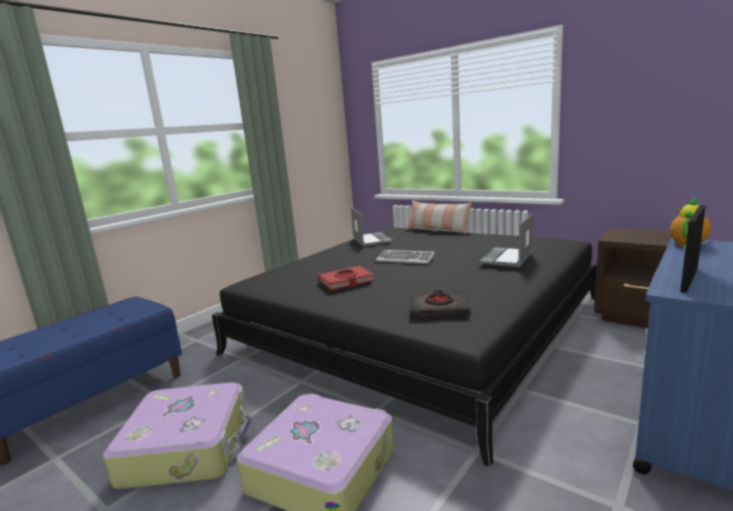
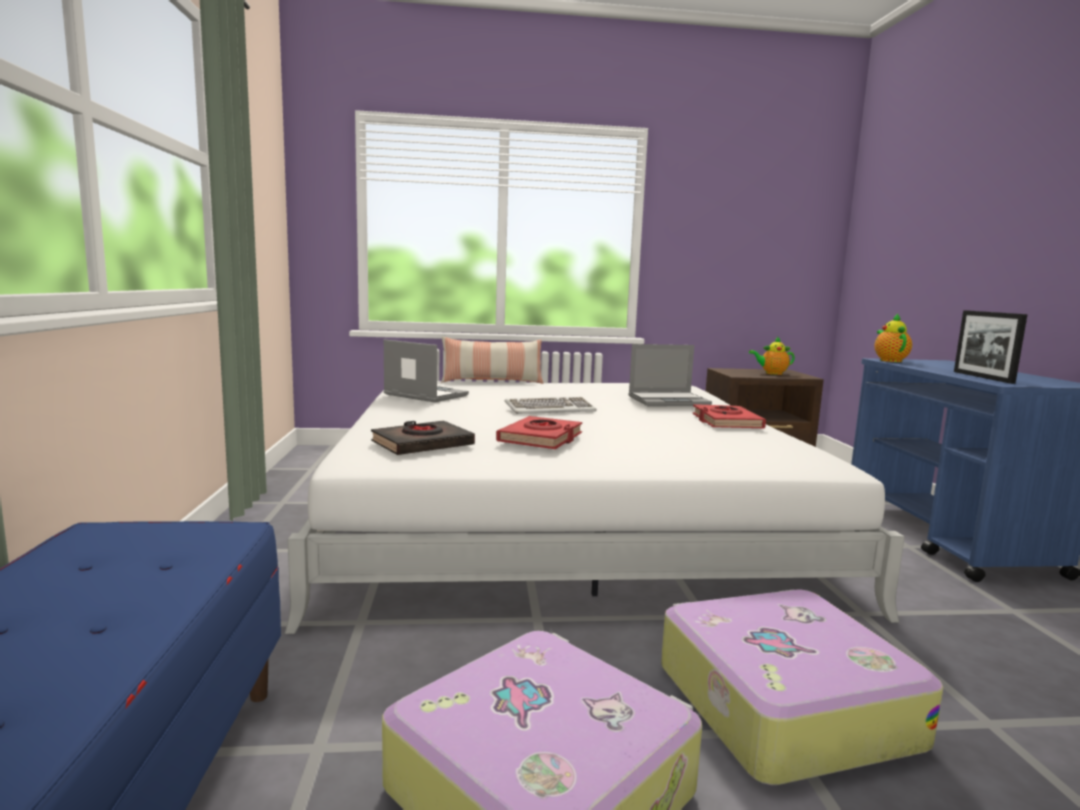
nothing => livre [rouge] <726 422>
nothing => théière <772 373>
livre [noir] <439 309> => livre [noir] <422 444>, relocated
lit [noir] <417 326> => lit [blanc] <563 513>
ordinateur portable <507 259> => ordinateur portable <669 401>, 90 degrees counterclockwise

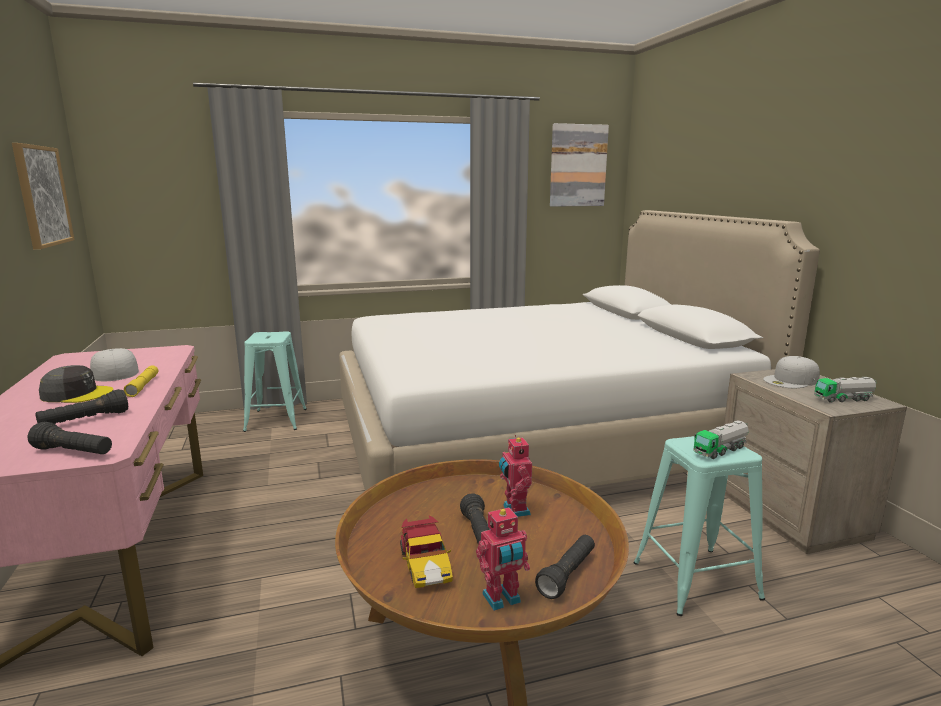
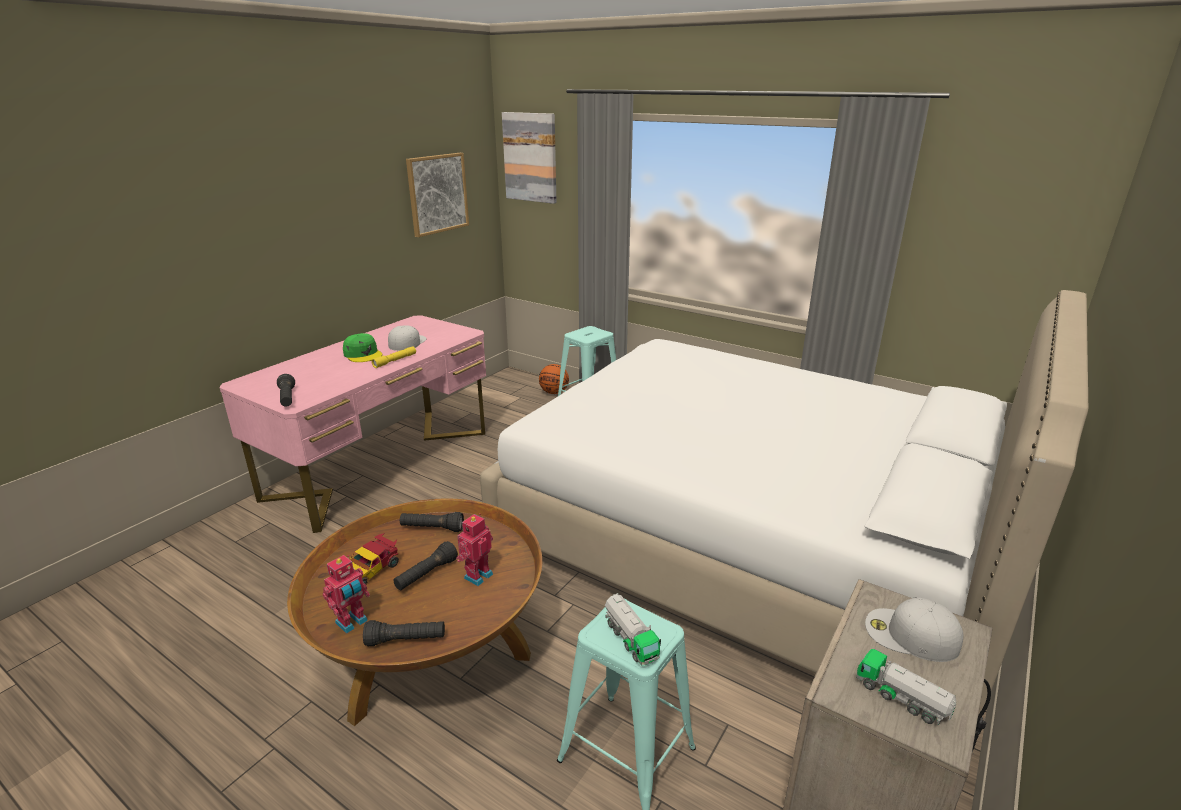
nothing => ballon de basket <554 392>
lampe de poche [noir] <85 420> => lampe de poche [noir] <432 528>, relocated
tableau <577 166> => tableau <530 157>, relocated
casquette [gris] <77 394> => casquette [vert] <363 354>
robot jouet <502 599> => robot jouet <352 622>, 75 degrees counterclockwise
camion jouet <720 450> => camion jouet <630 639>, 135 degrees counterclockwise

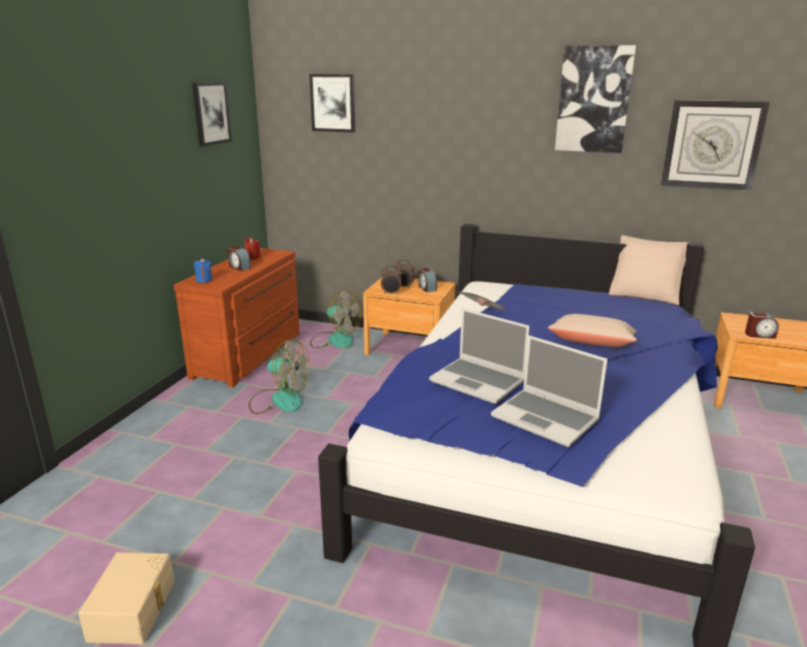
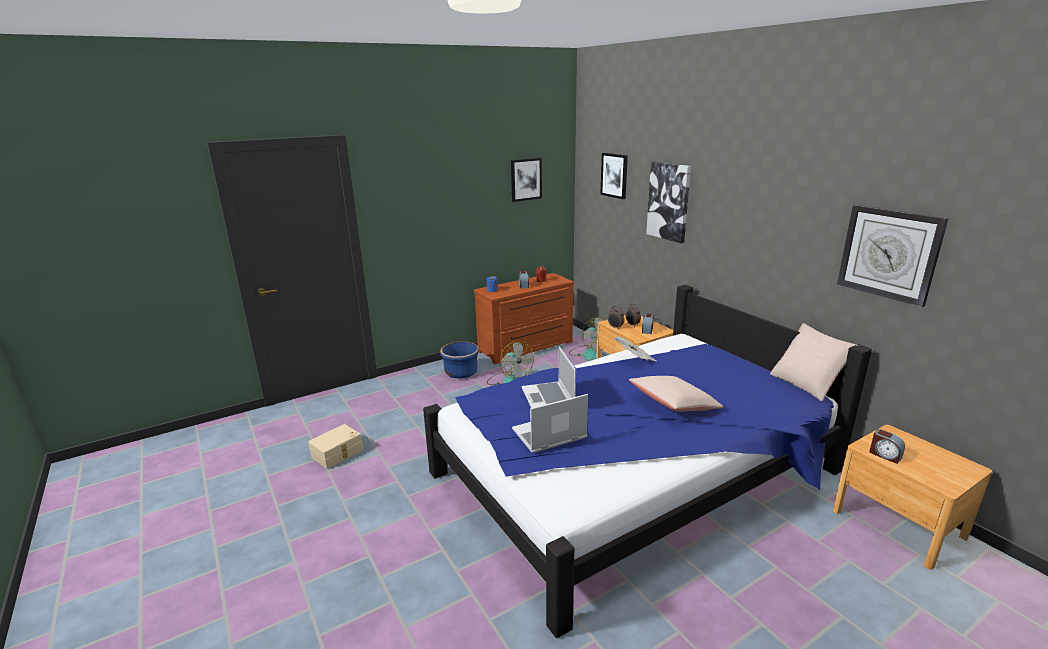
nothing => cache-pot [bleu] <461 372>
tableau <593 99> => tableau <669 201>, relocated
ordinateur portable <547 419> => ordinateur portable <549 435>, 75 degrees clockwise

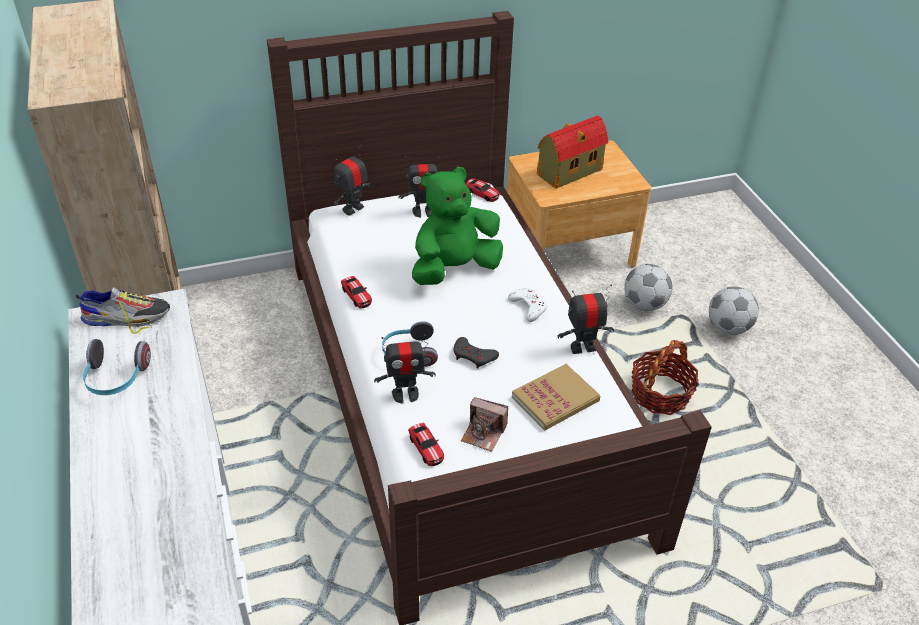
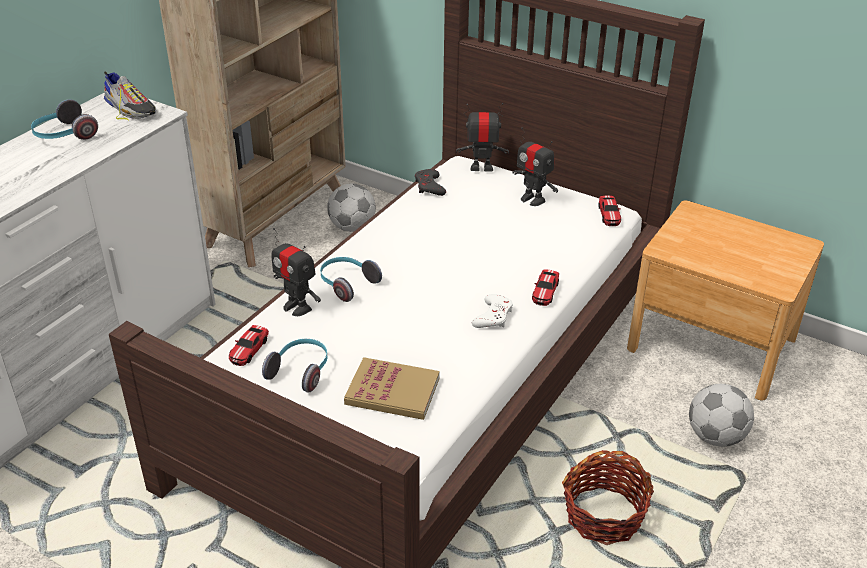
peluche [vert] <454 269> => nothing
maison miniature <568 172> => nothing
robot jouet <582 347> => nothing
petite voiture <356 295> => petite voiture <545 291>, relocated
manette [gris] <473 356> => manette [gris] <429 186>, relocated
ballon de foot <728 328> => ballon de foot <352 227>, relocated
appareil photo <483 433> => casque audio <300 371>

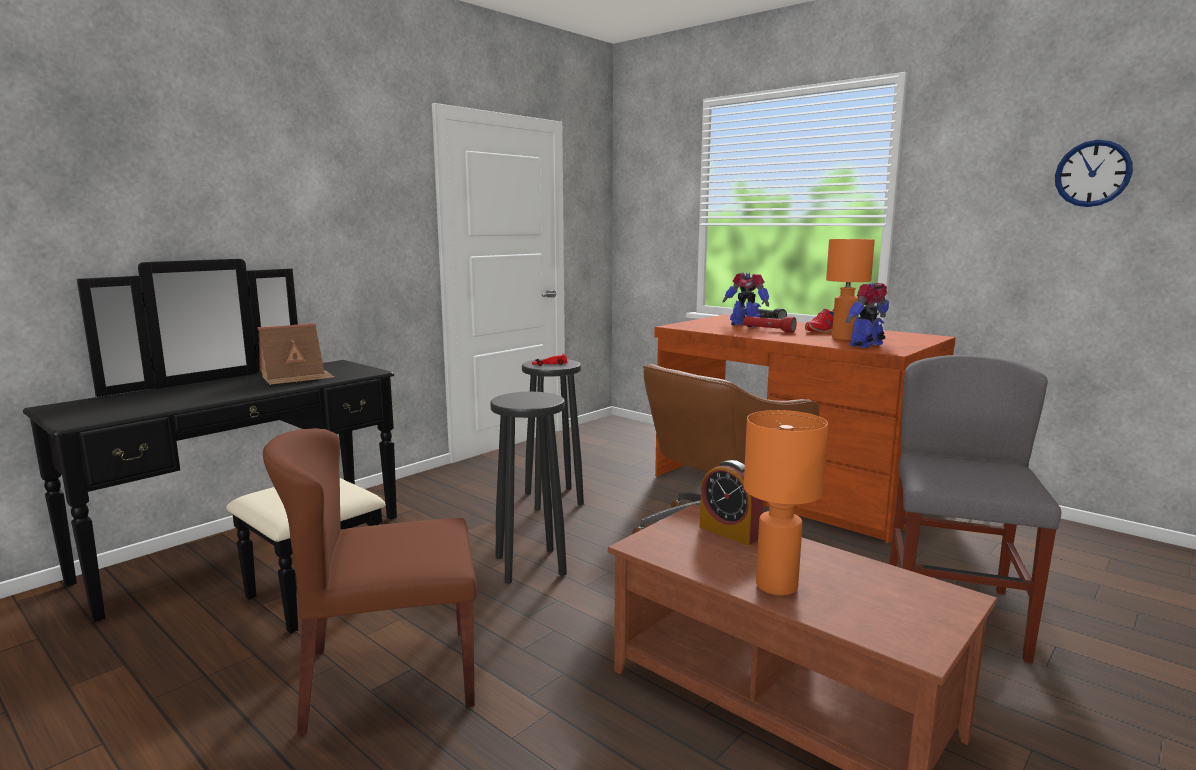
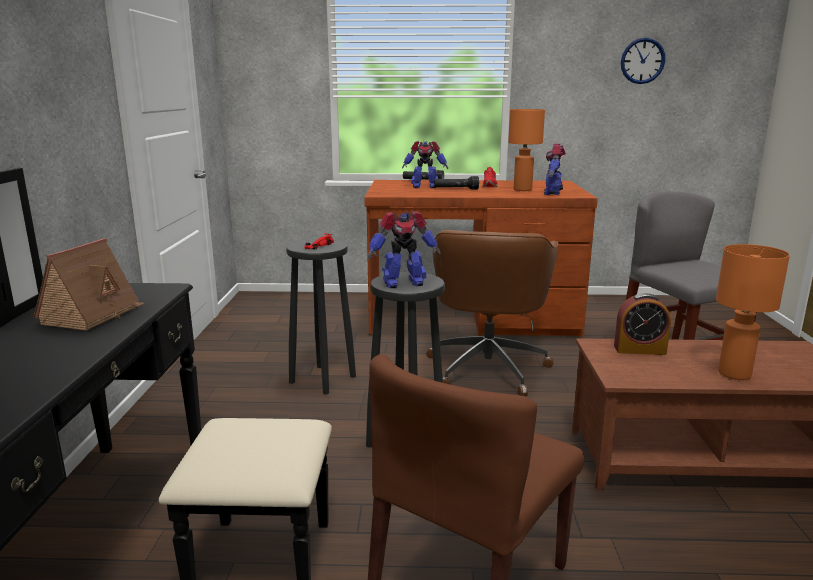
nothing => robot jouet <402 283>
lampe de poche [rouge] <768 330> => lampe de poche [noir] <456 189>

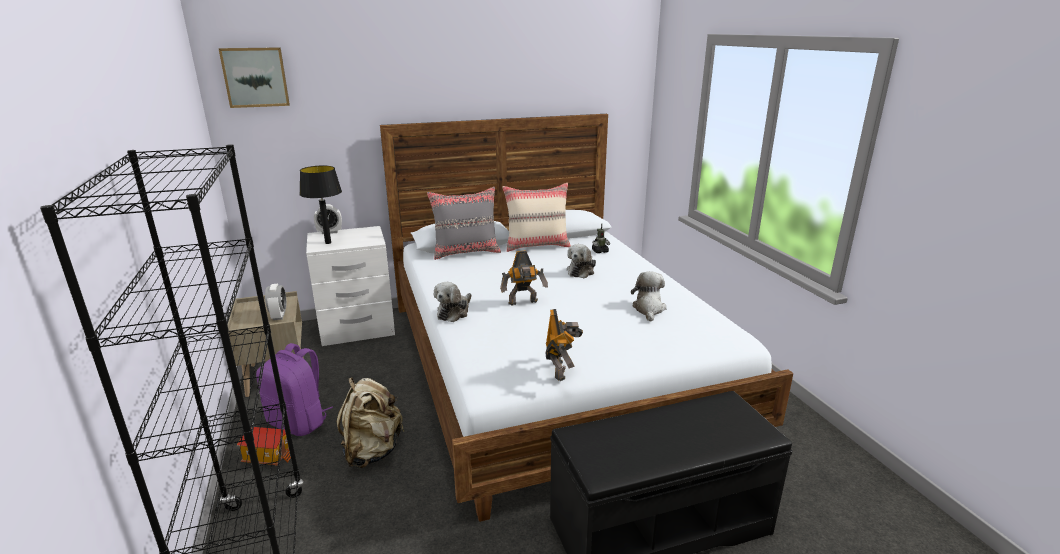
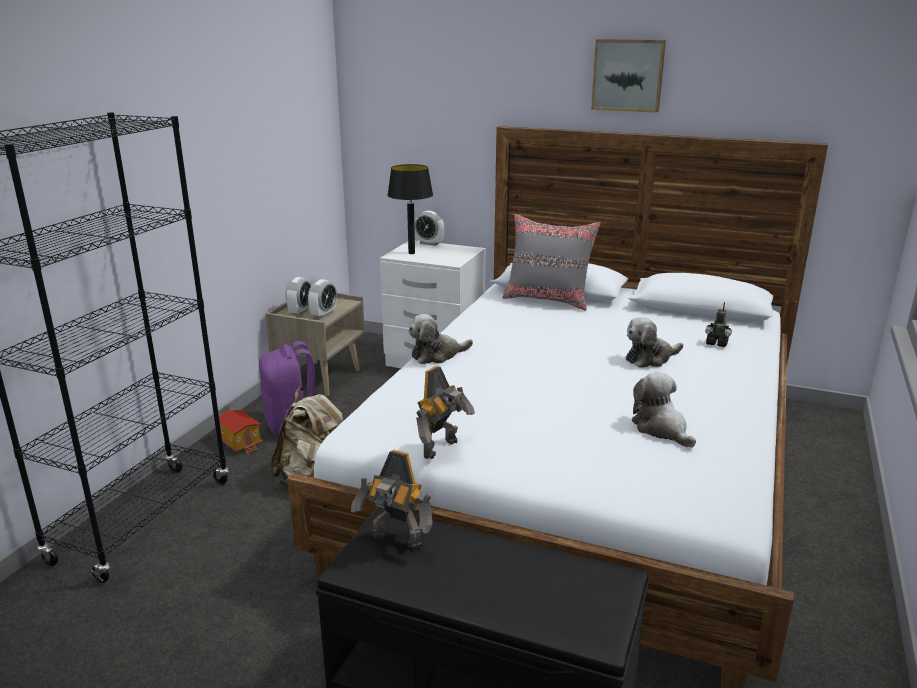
coussin [beige] <537 246> => nothing
nothing => réveil <300 312>
tableau <255 77> => tableau <628 75>, relocated
robot jouet <523 303> => robot jouet <396 541>, relocated
peluche <648 309> => peluche <661 429>, 75 degrees counterclockwise

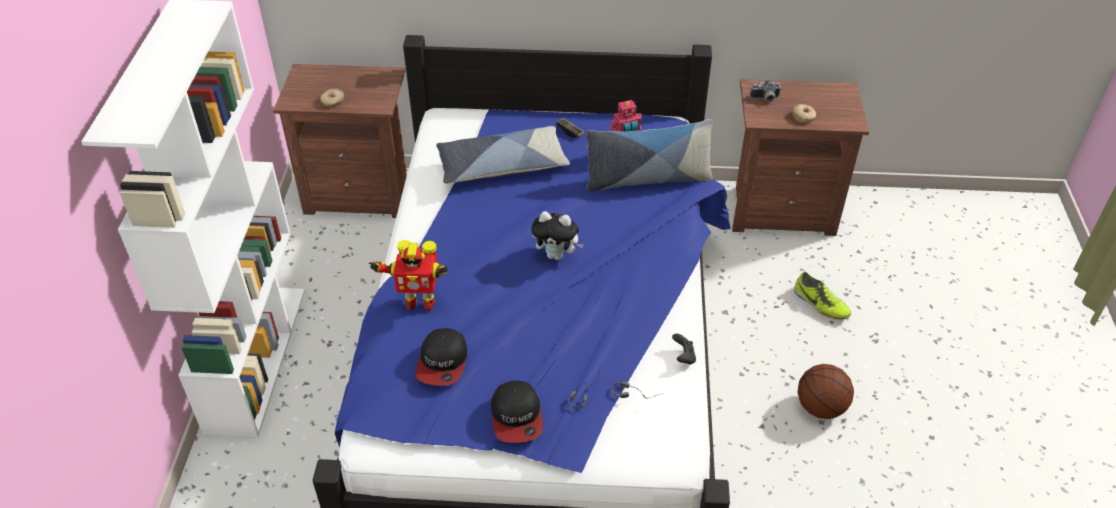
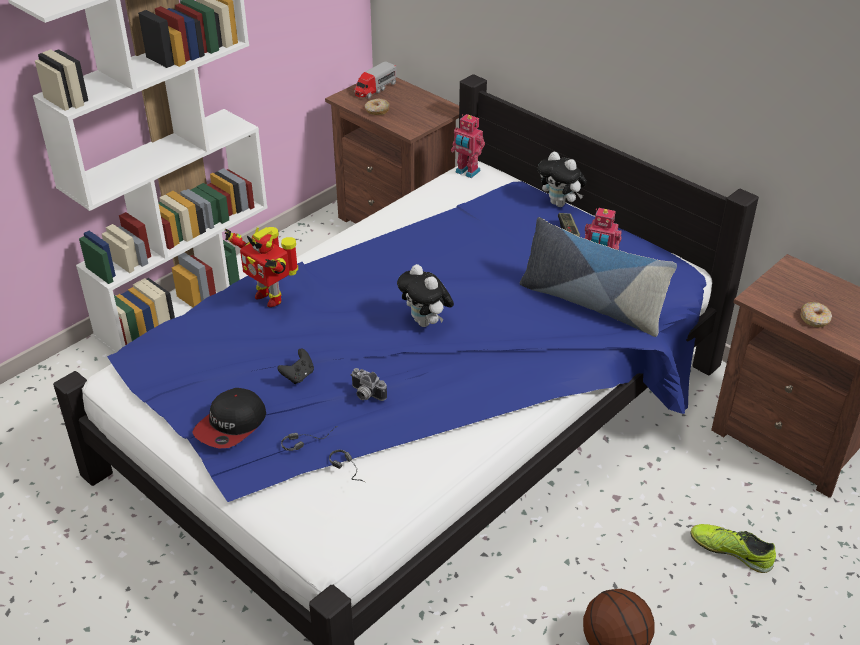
casquette <442 362> => nothing
coussin <502 165> => nothing
nothing => camion jouet <375 89>
nothing => robot jouet <467 172>
nothing => peluche <560 204>
manette [noir] <683 357> => manette [noir] <298 376>, relocated
appareil photo <765 99> => appareil photo <365 395>, relocated
chaussure <820 304> => chaussure <731 551>, 120 degrees clockwise

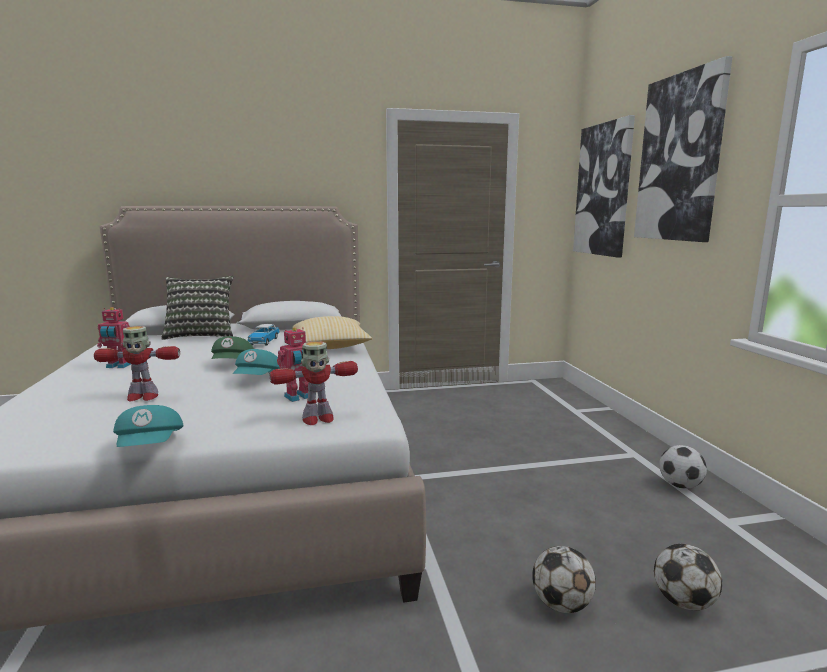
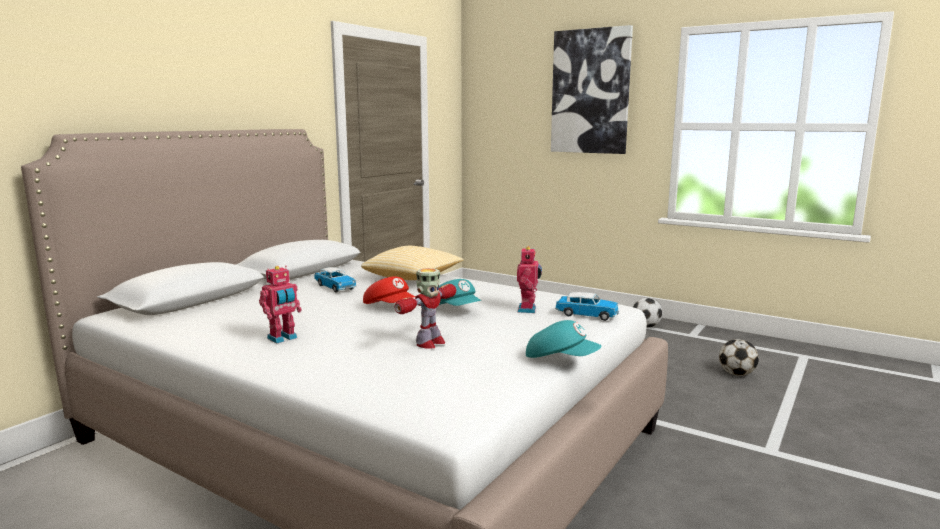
coussin <201 335> => nothing
ballon de foot <561 604> => nothing
tableau <603 190> => nothing
robot jouet <317 419> => petite voiture <587 315>
casquette [vert] <233 364> => casquette [rouge] <390 307>

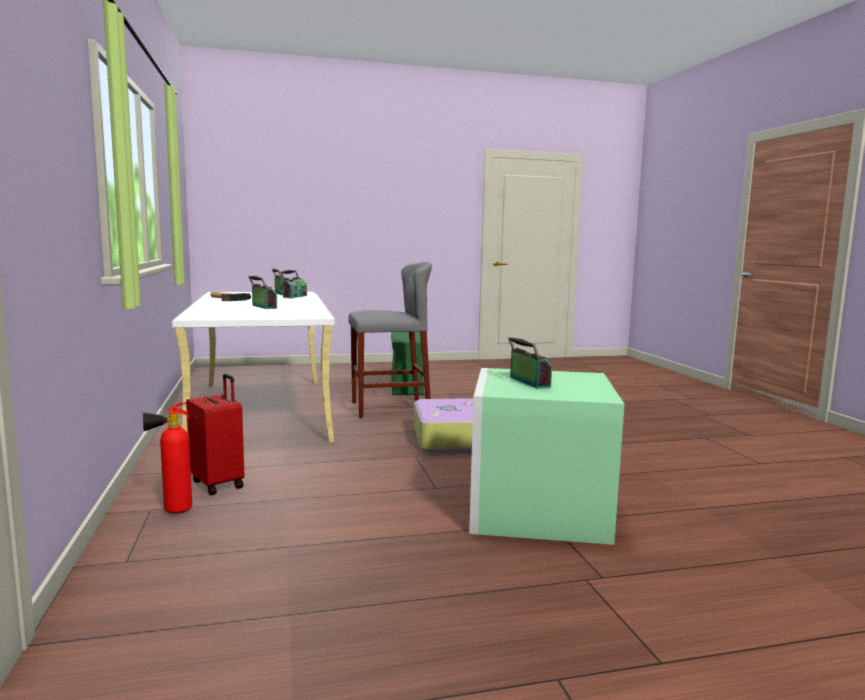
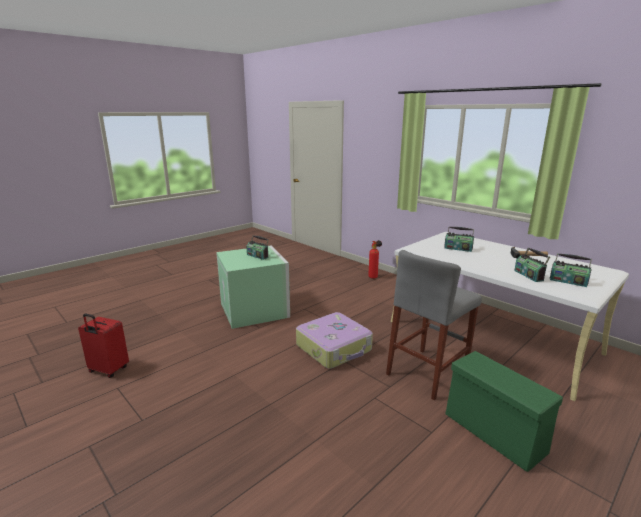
valise [rouge] <219 484> => valise [rouge] <108 370>, relocated

